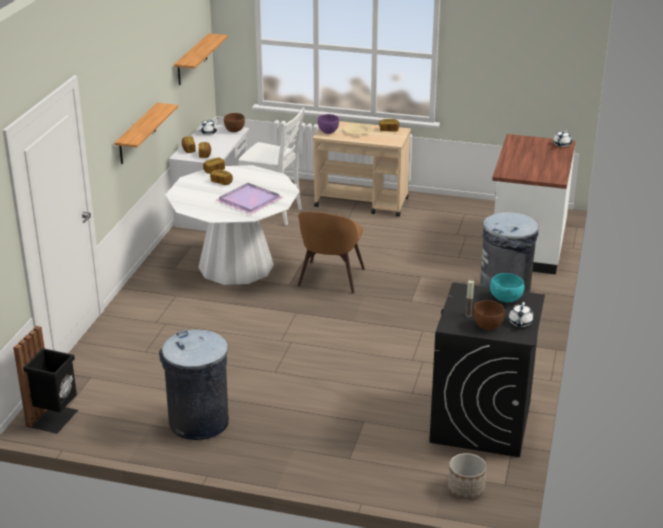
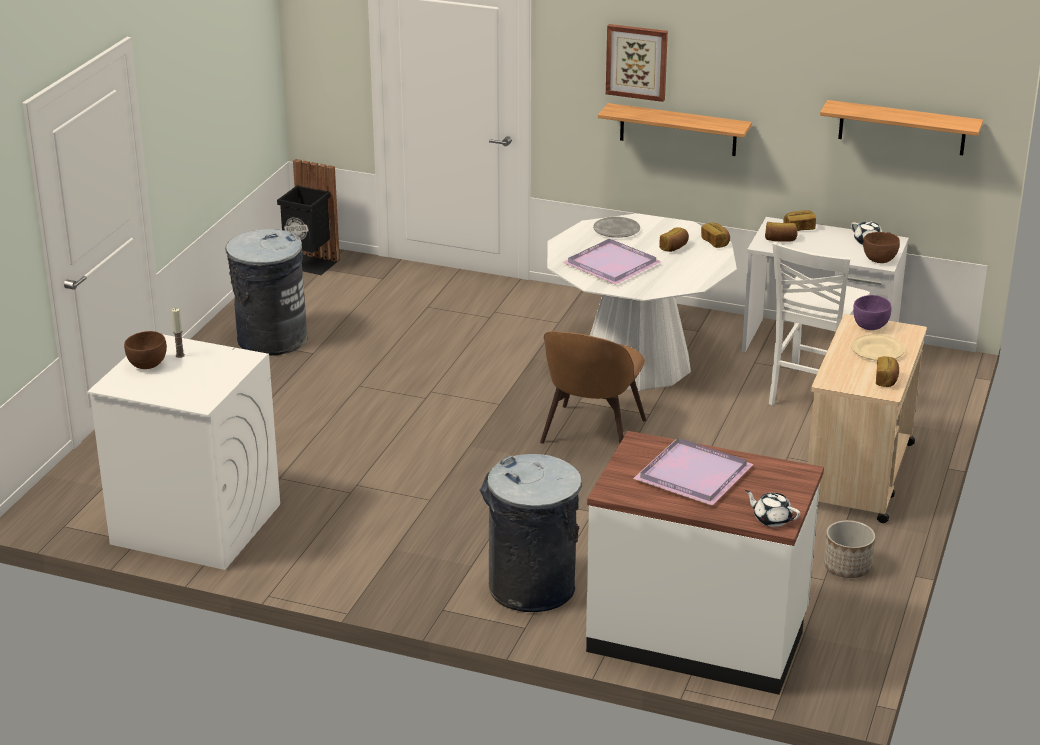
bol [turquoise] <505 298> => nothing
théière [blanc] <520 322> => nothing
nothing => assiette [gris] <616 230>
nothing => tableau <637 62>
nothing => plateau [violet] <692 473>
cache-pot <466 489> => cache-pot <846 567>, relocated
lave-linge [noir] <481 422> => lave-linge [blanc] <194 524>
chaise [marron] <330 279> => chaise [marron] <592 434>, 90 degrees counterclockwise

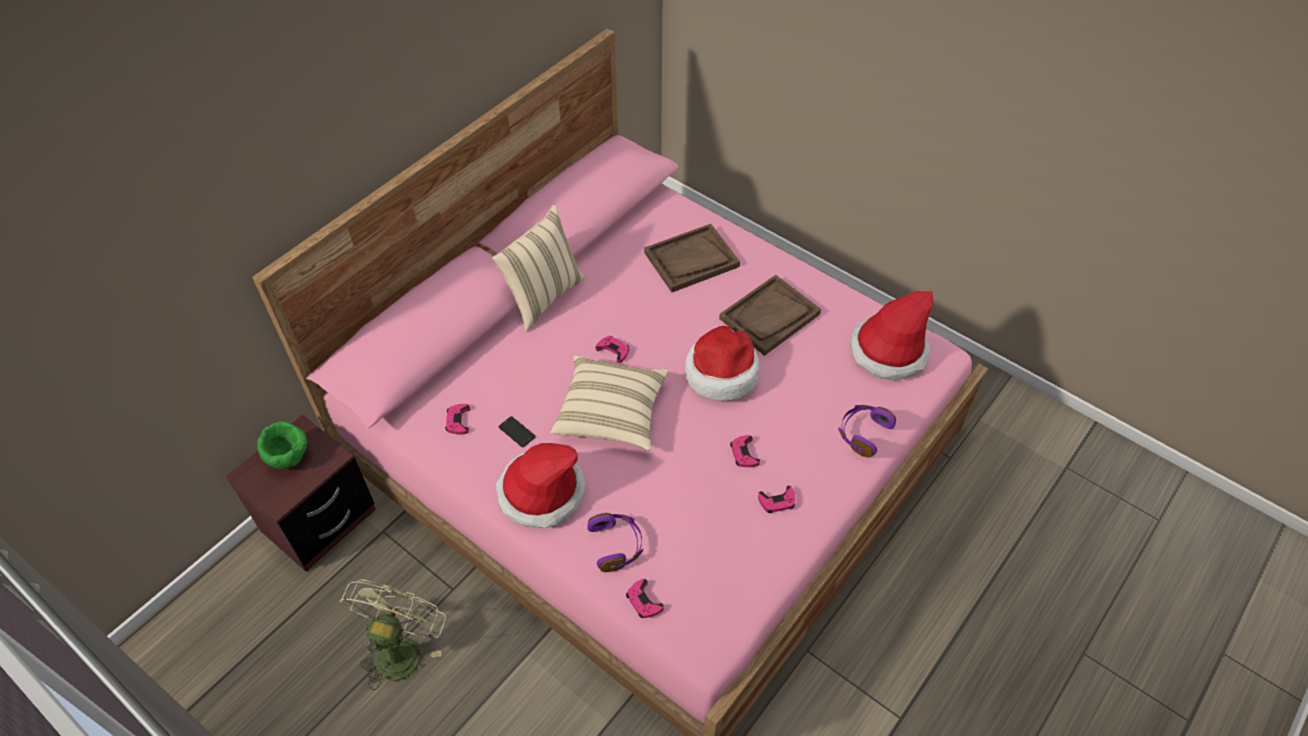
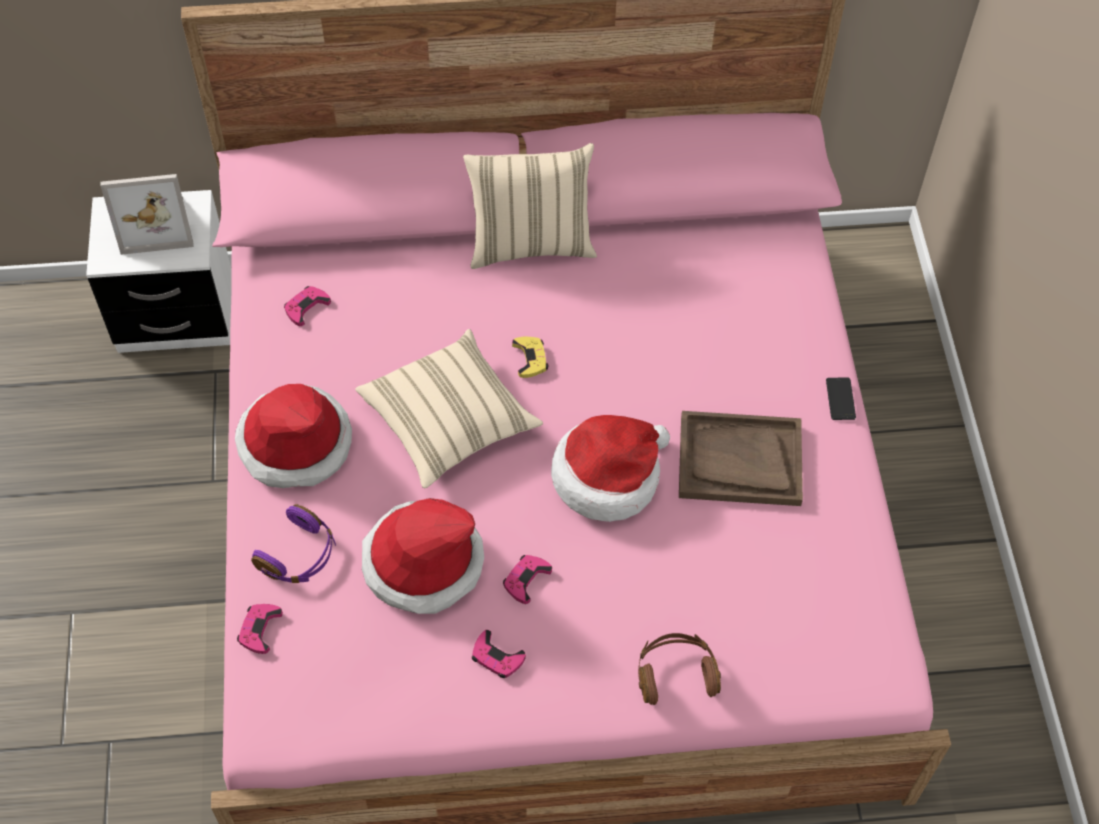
ventilateur [vert] <401 648> => nothing
plateau [marron] <691 260> => nothing
téléphone <517 432> => téléphone <840 399>, relocated
chapeau <888 351> => chapeau <423 562>, relocated
bol [vert] <289 458> => cadre photo <157 223>
table de chevet [marron] <319 521> => table de chevet [blanc] <176 314>
manette [rose] <613 350> => manette [jaune] <530 359>
casque audio [violet] <863 433> => casque audio [marron] <675 673>

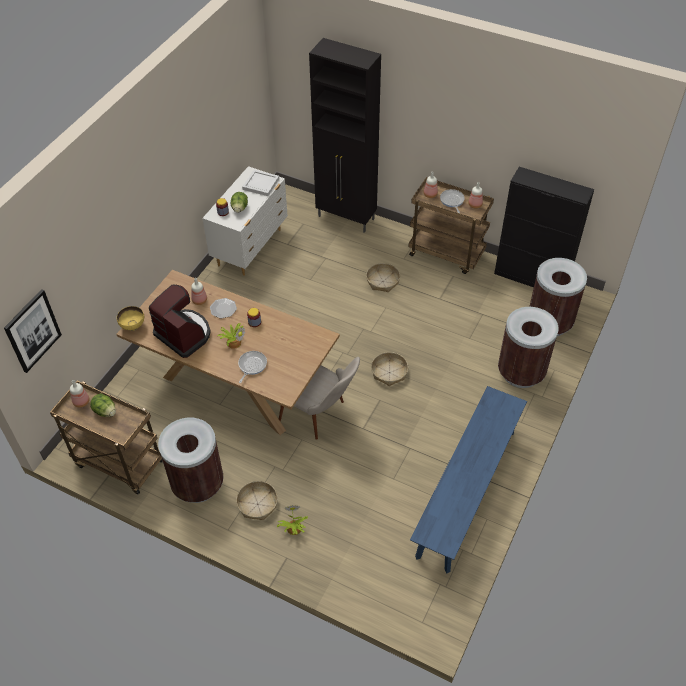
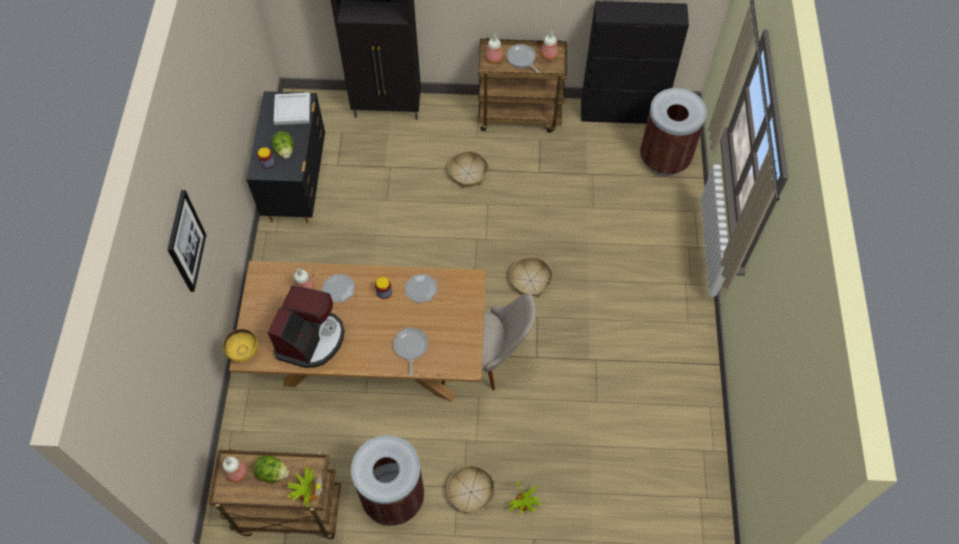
banc [bleu] <466 492> => nothing
poubelle [marron] <521 372> => nothing
nothing => assiette <421 289>
tableau <32 330> => tableau <185 241>, relocated
plante en pot <233 342> => plante en pot <308 491>, relocated
commode [blanc] <251 247> => commode [noir] <297 184>
machine à café <184 334> => machine à café <311 339>, 90 degrees clockwise

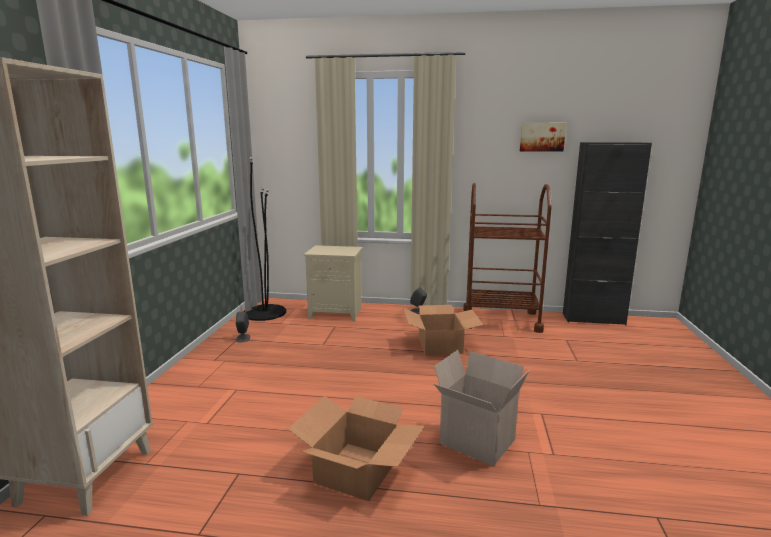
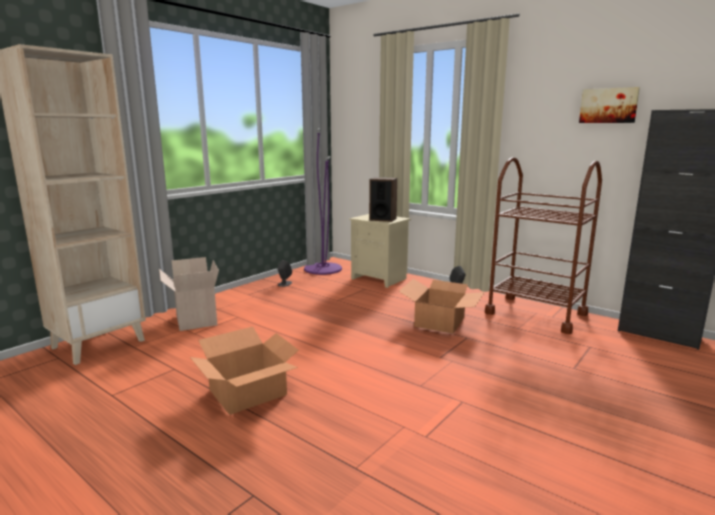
nothing => enceinte <382 219>
carton <475 442> => carton <194 320>, relocated
lampadaire [noir] <264 313> => lampadaire [violet] <323 269>

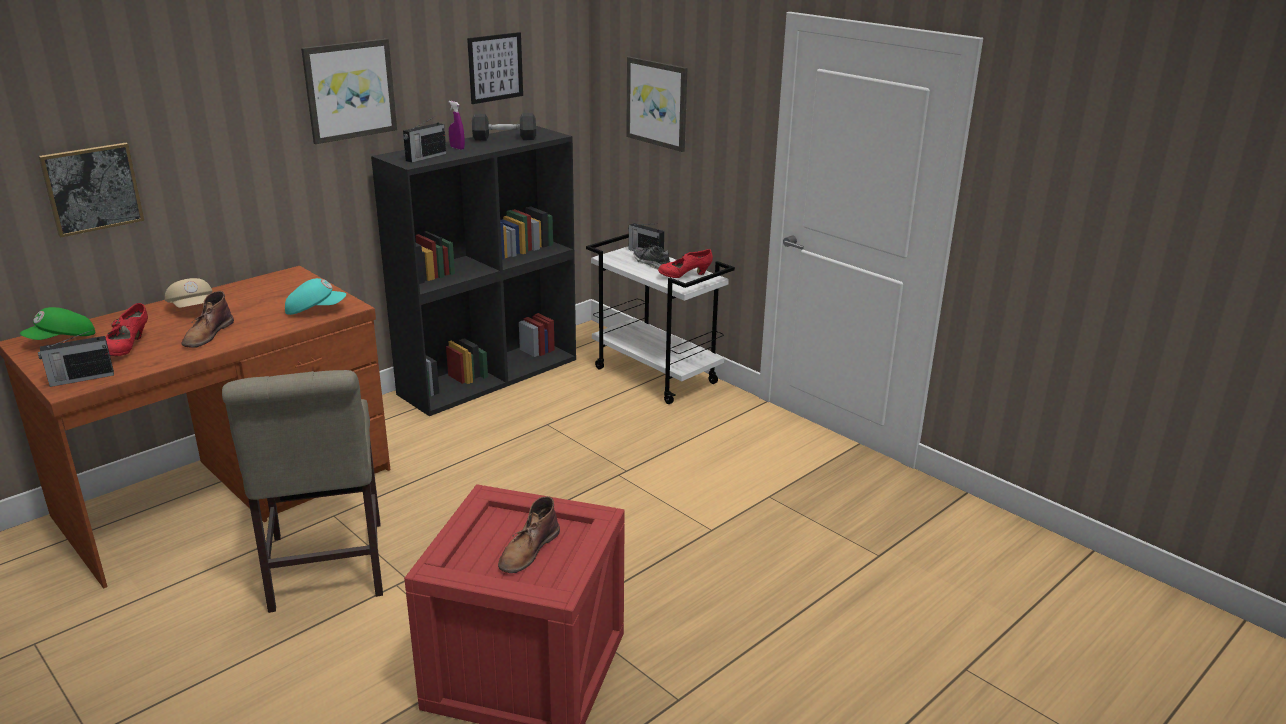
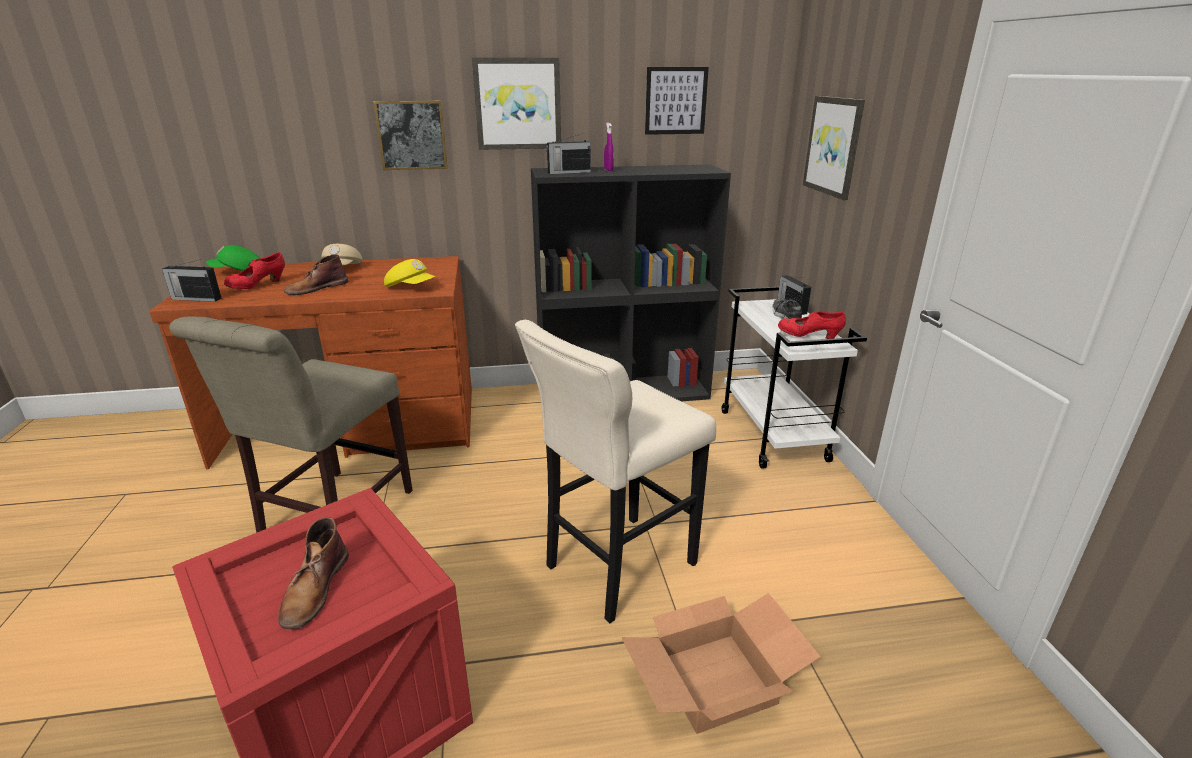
haltère [gris] <504 138> => nothing
nothing => tabouret [beige] <615 568>
nothing => carton <715 679>
tableau <92 188> => tableau <412 135>, relocated
casquette [turquoise] <315 310> => casquette [jaune] <411 287>
botte [marron] <528 550> => botte [marron] <314 589>, 60 degrees counterclockwise

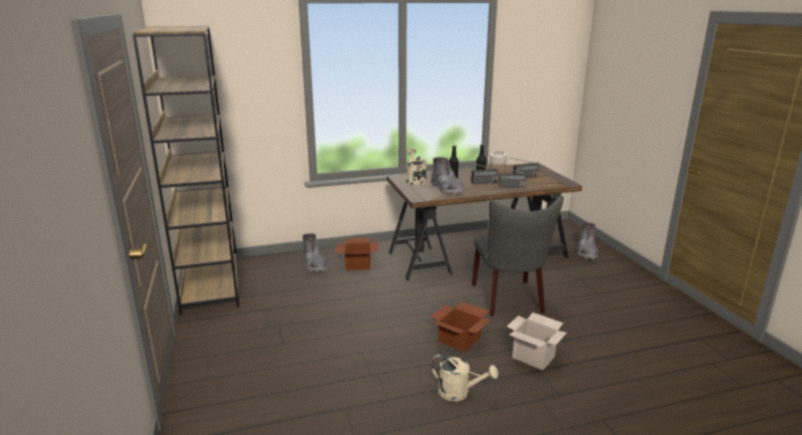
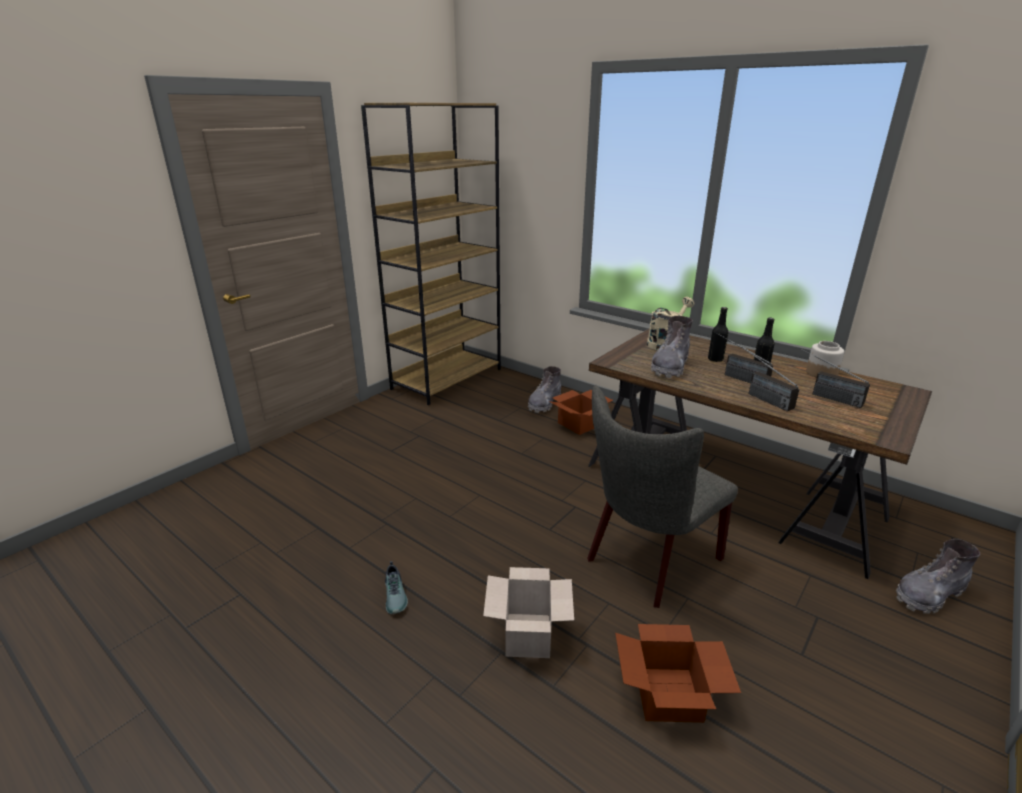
carton <460 339> => carton <670 696>, relocated
arrosoir [beige] <459 393> => chaussure <396 595>

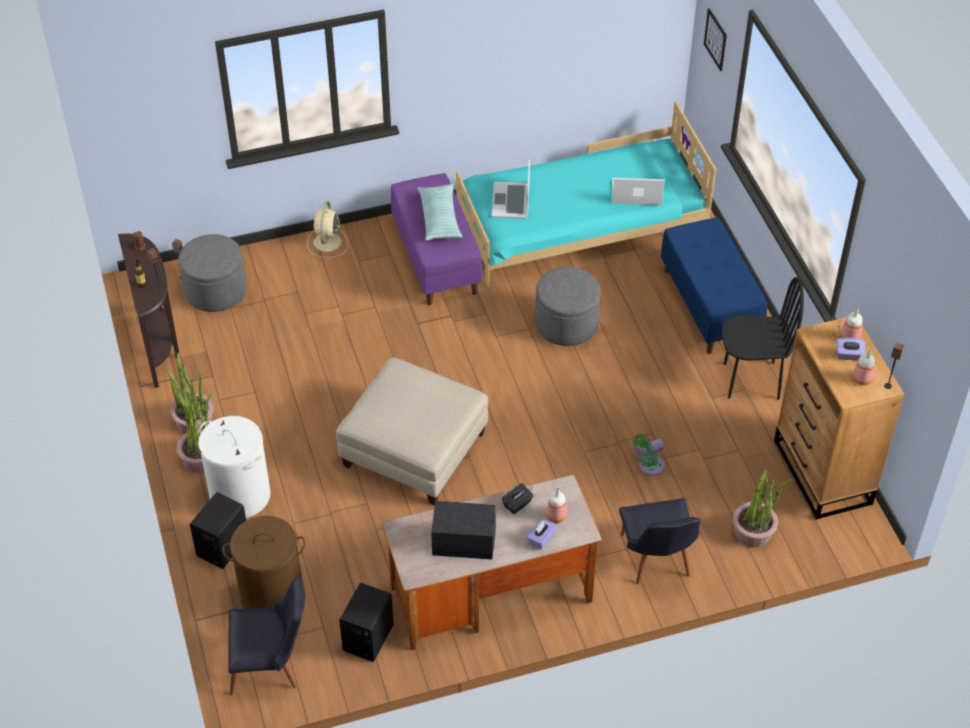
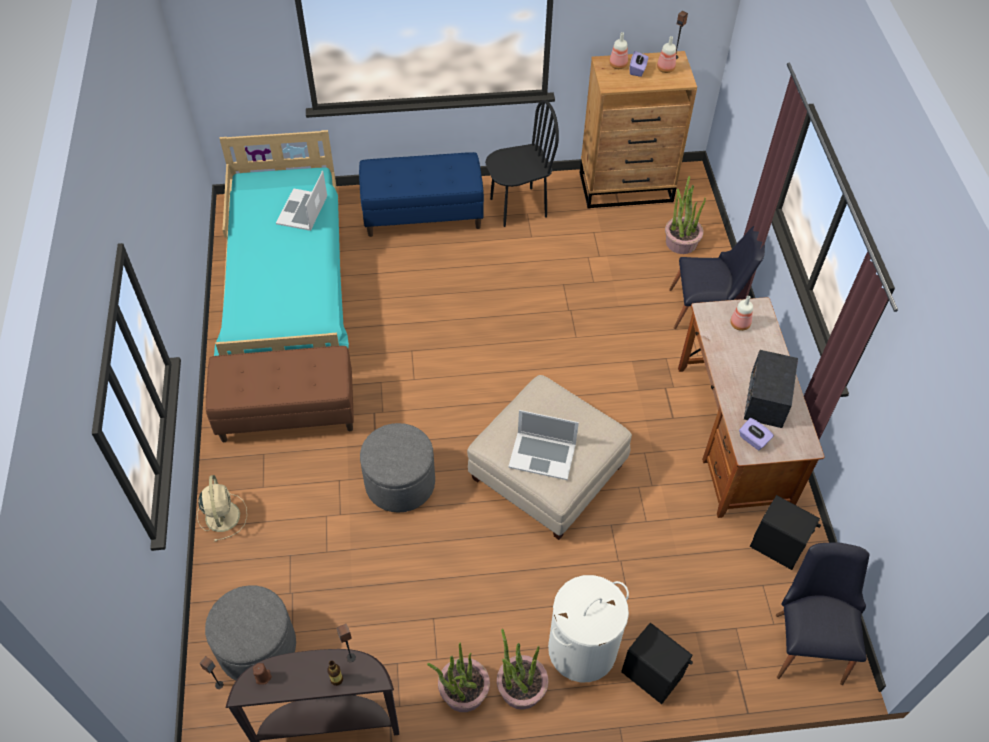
panier à linge [marron] <272 596> => nothing
coussin <439 218> => nothing
boîte à mouchoirs [noir] <517 504> => nothing
ventilateur [vert] <649 466> => nothing
tableau <715 39> => nothing
ordinateur portable <511 200> => ordinateur portable <542 455>, relocated
boîte à mouchoirs [violet] <541 539> => boîte à mouchoirs [violet] <753 440>, relocated
pouf [gris] <566 324> => pouf [gris] <400 482>, relocated
banc [violet] <437 259> => banc [marron] <288 412>
ventilateur [beige] <327 243> => ventilateur [beige] <222 515>, 120 degrees counterclockwise
chaise [noir] <751 380> => chaise [noir] <518 207>, 60 degrees clockwise

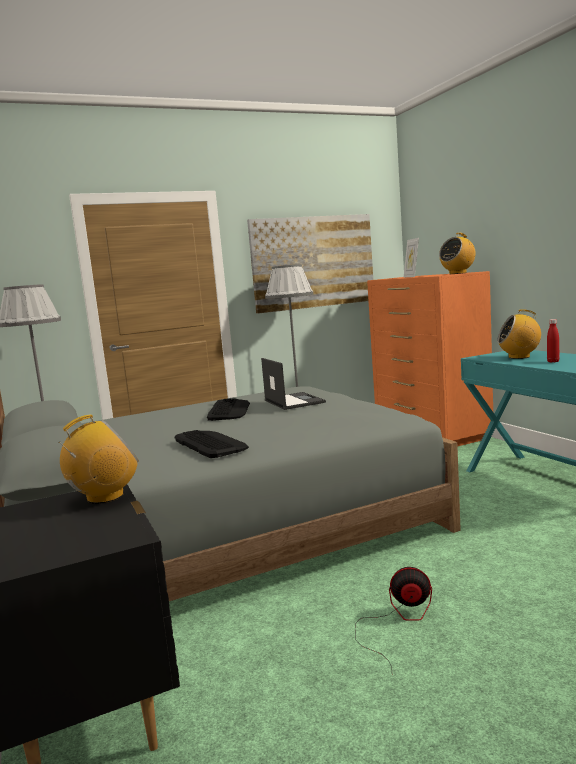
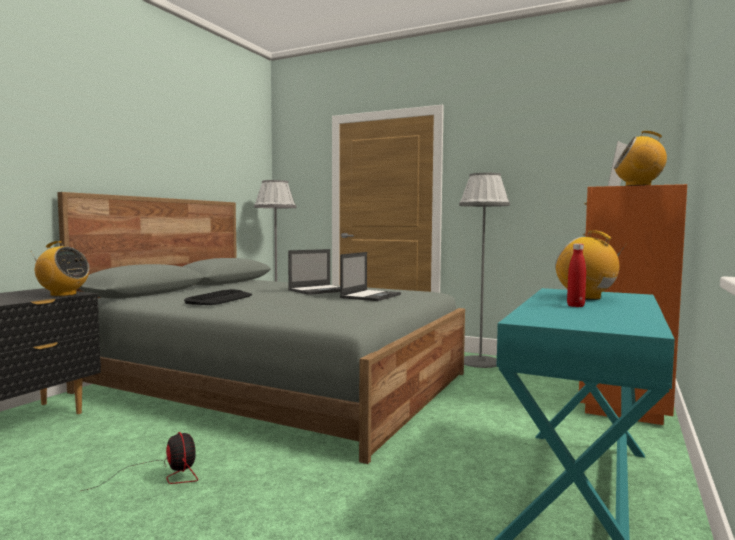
tableau <313 262> => nothing
clavier <229 410> => ordinateur portable <320 290>

